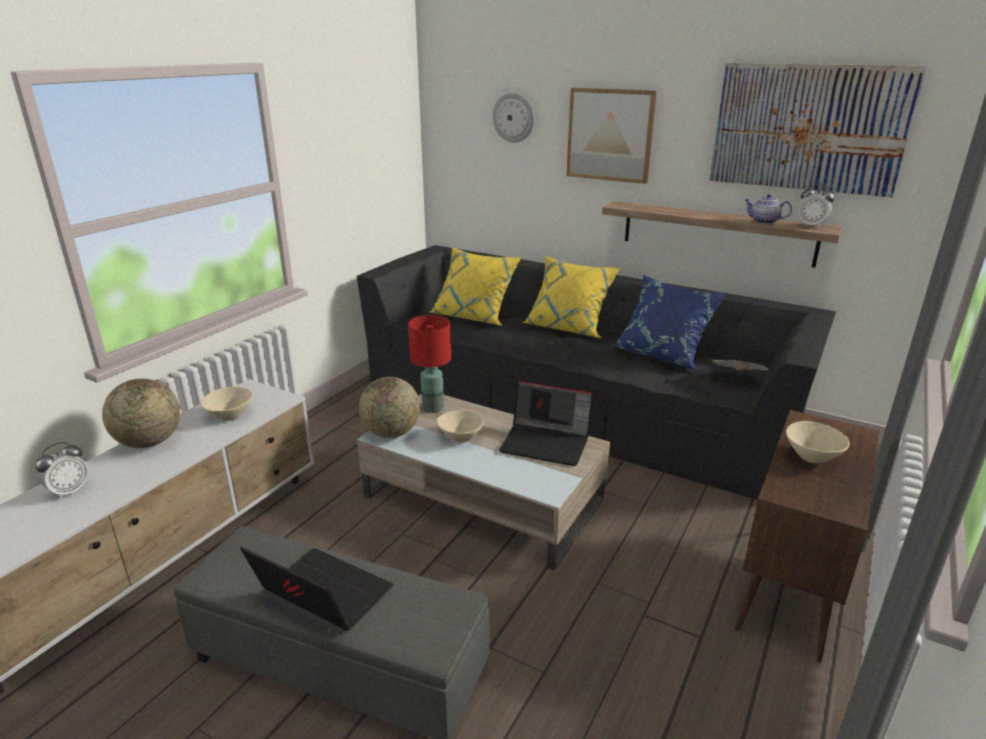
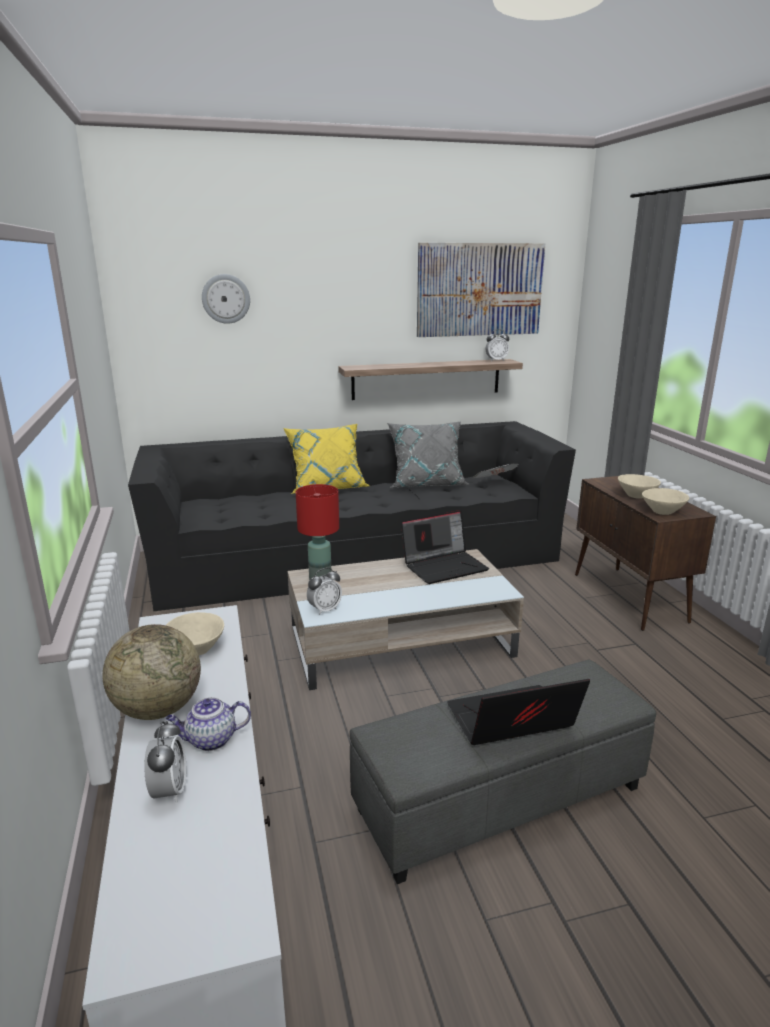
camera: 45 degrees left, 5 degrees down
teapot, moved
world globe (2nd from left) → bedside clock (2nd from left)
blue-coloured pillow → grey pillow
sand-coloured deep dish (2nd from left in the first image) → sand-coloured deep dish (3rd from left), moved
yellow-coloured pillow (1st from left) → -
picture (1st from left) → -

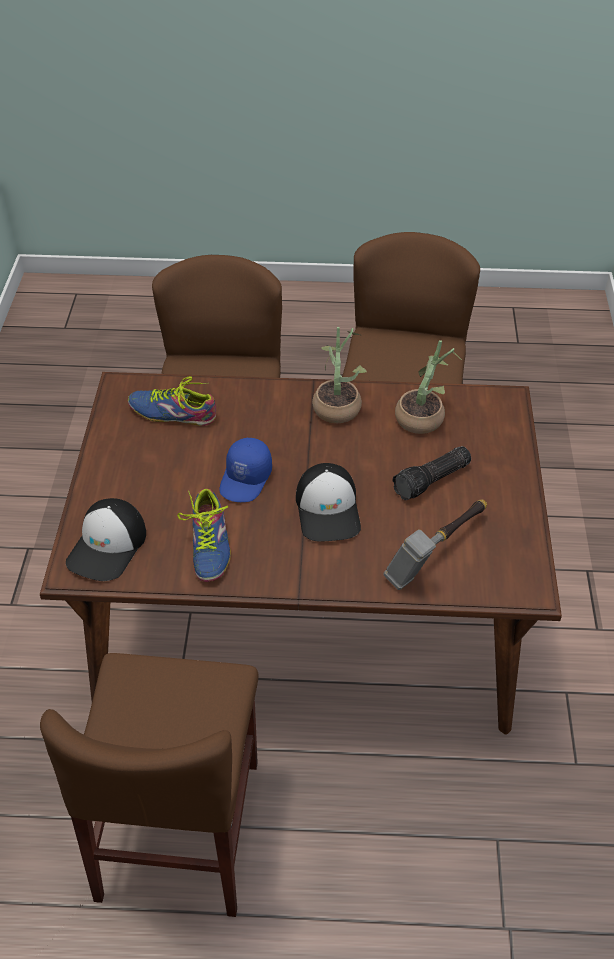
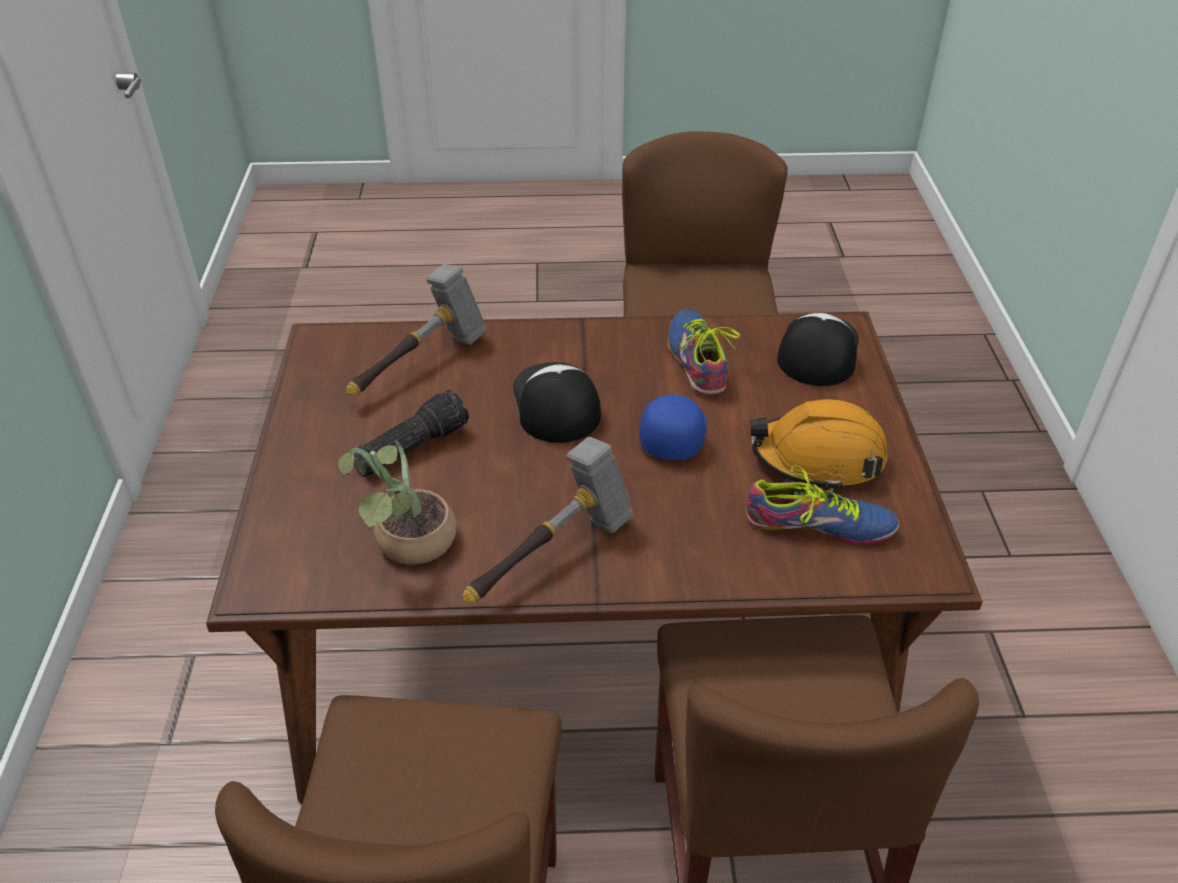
camera: 175 degrees right, 5 degrees down
potted plant (1st from left) → tool hammer (2nd from left)
- → orange hard hat

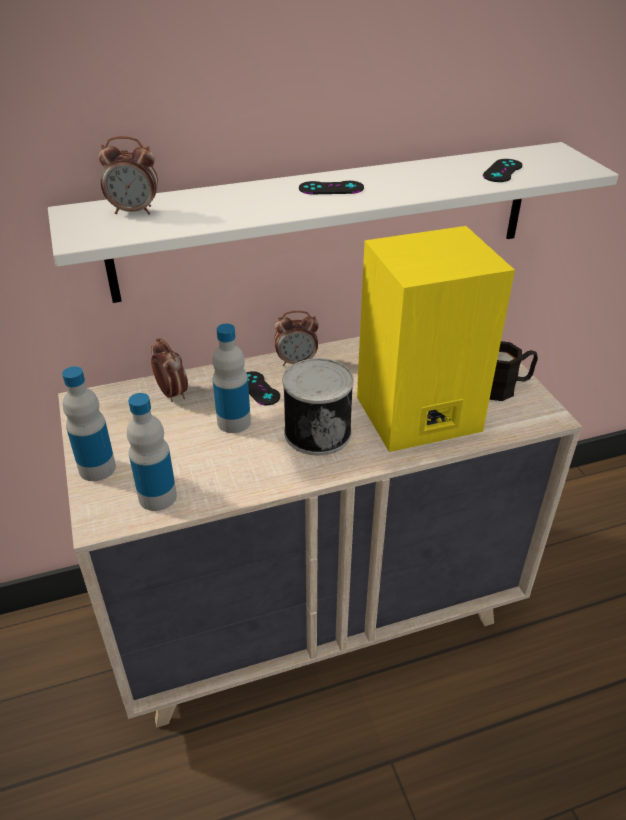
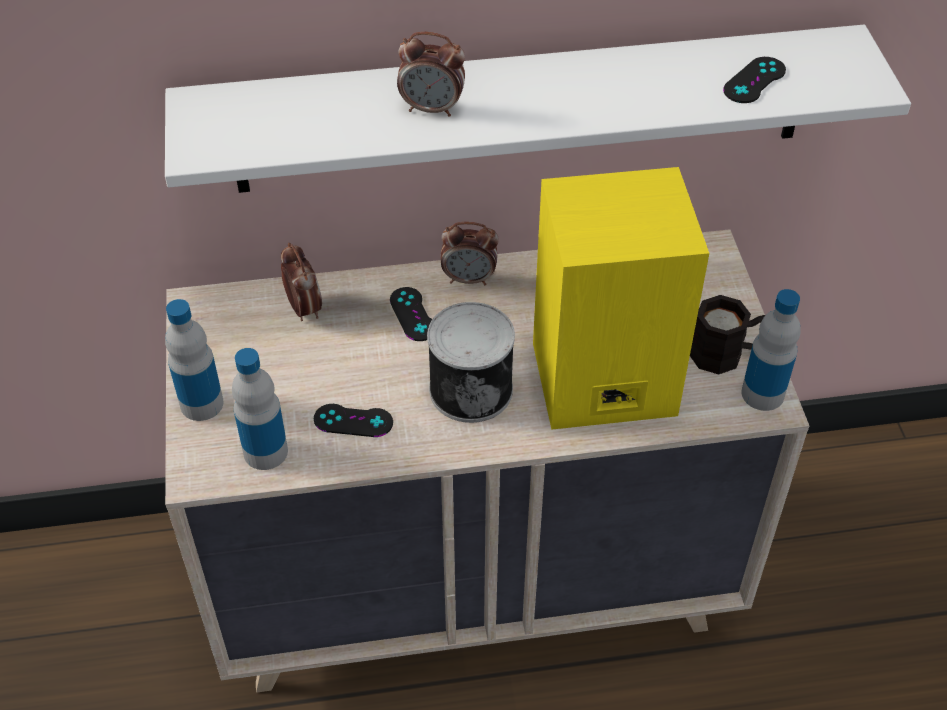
camera: 10 degrees right, 10 degrees up
black gamepad (2nd from left in the first image) → black gamepad (1st from left), moved
bedside clock (1st from left in the first image) → bedside clock (2nd from left), moved
bottle (3rd from left), moved

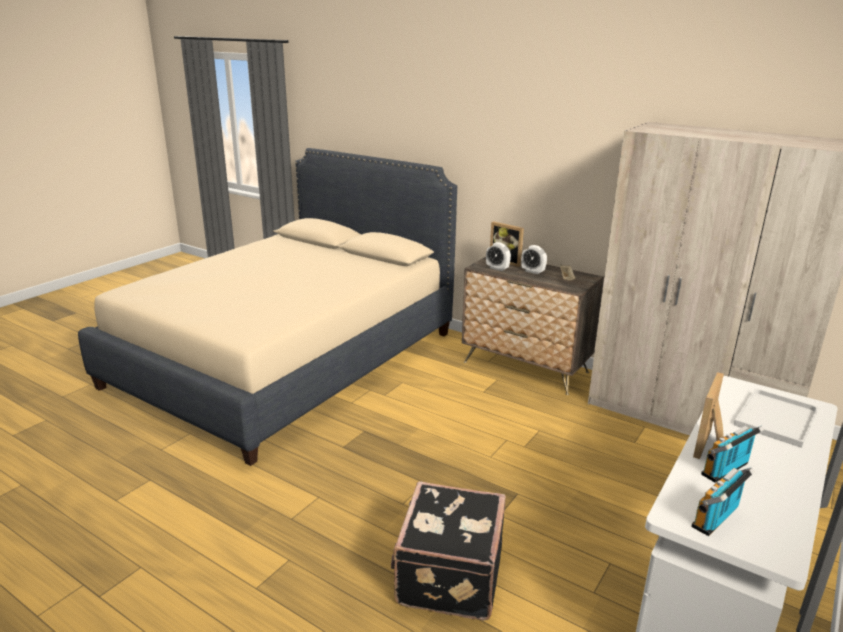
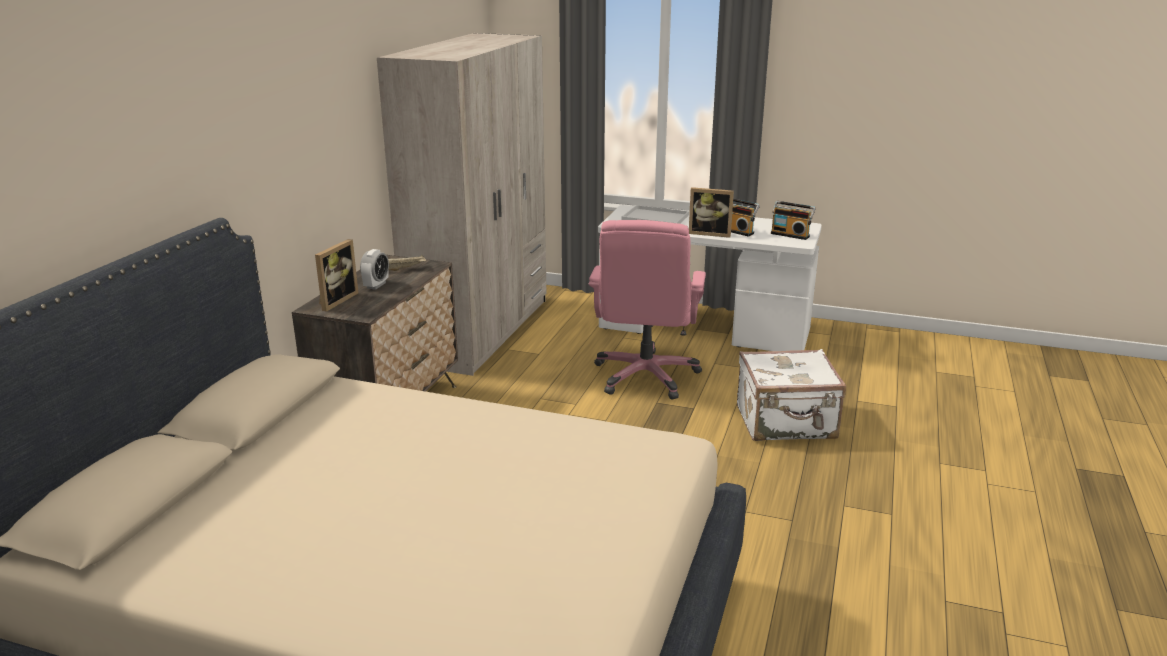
camera: 105 degrees left, 0 degrees up
- → pink-coloured office chair
black travel case → white travel case
bedside clock (1st from left) → -

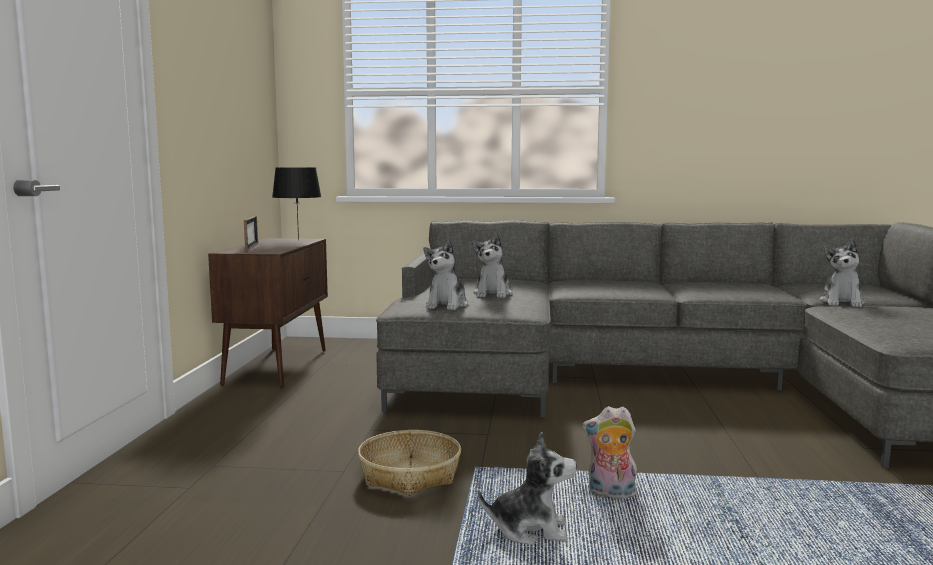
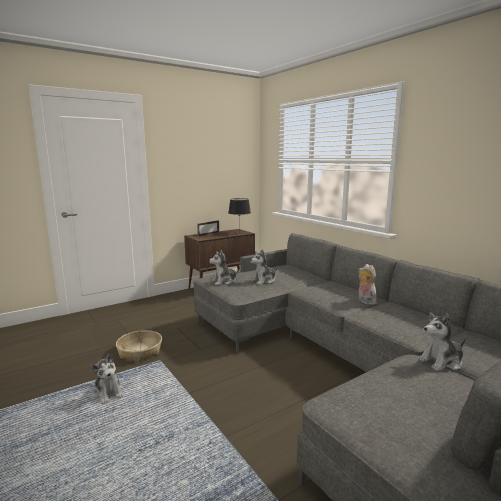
camera: 50 degrees right, 5 degrees up
cuddly toy (4th from left), moved

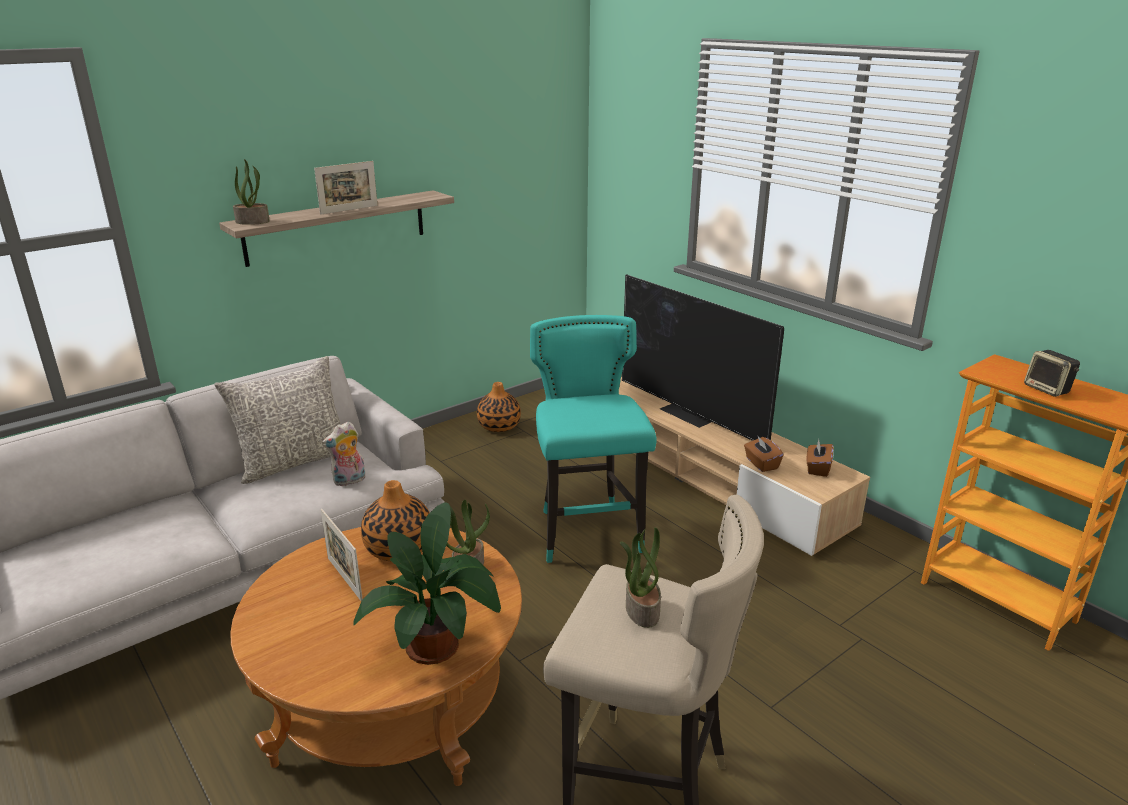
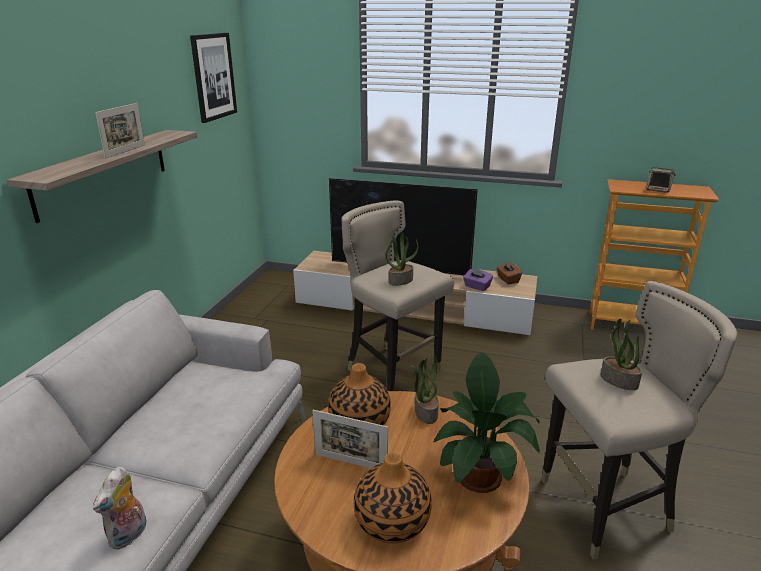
camera: 35 degrees left, 0 degrees up
cuddly toy, moved
- → picture
blue-green sitting stool → sand-coloured sitting stool (1st from left)
vase (2nd from left), moved
potted plant (1st from left), moved
brown tissue box (1st from left) → purplish tissue box
grey pillow → -

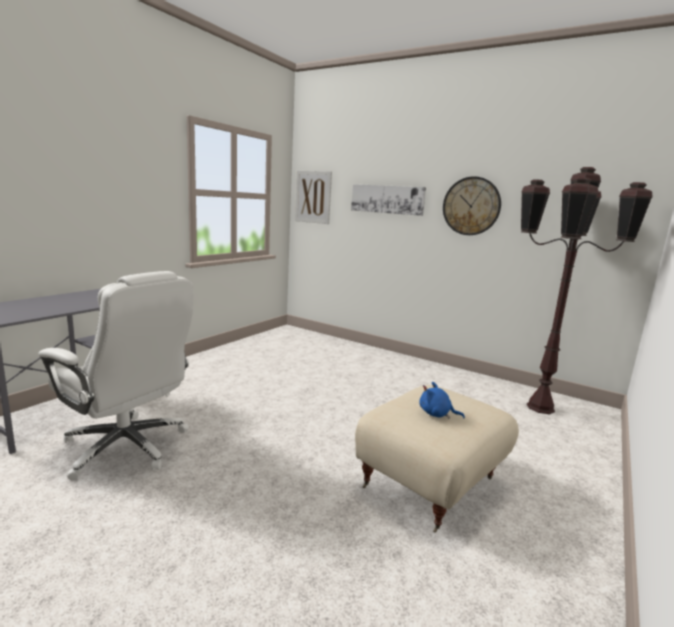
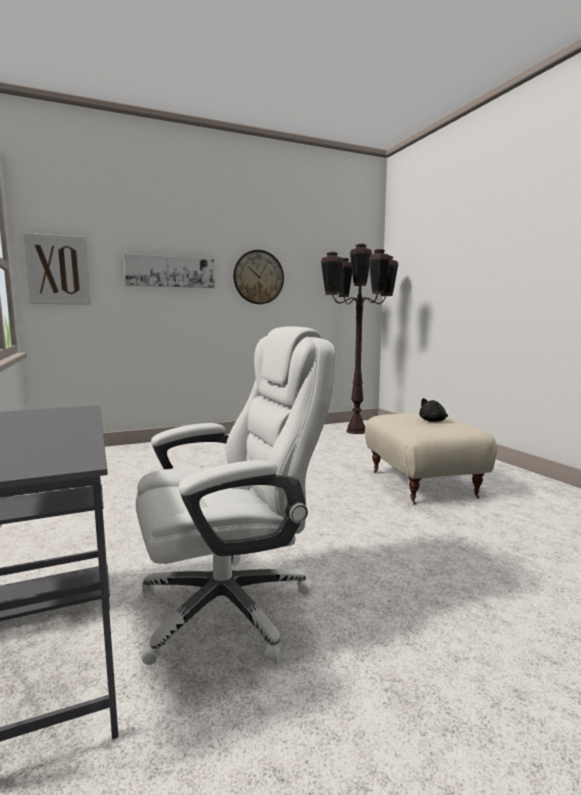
camera: 55 degrees left, 5 degrees down
blue-coloured cuddly toy → black cuddly toy

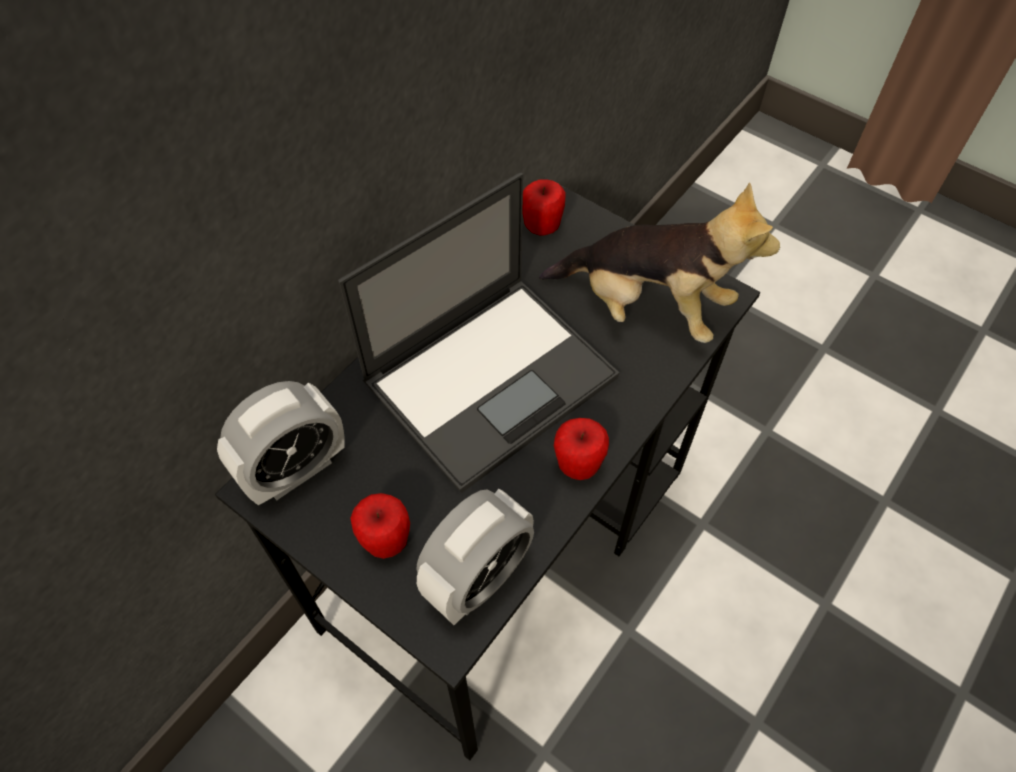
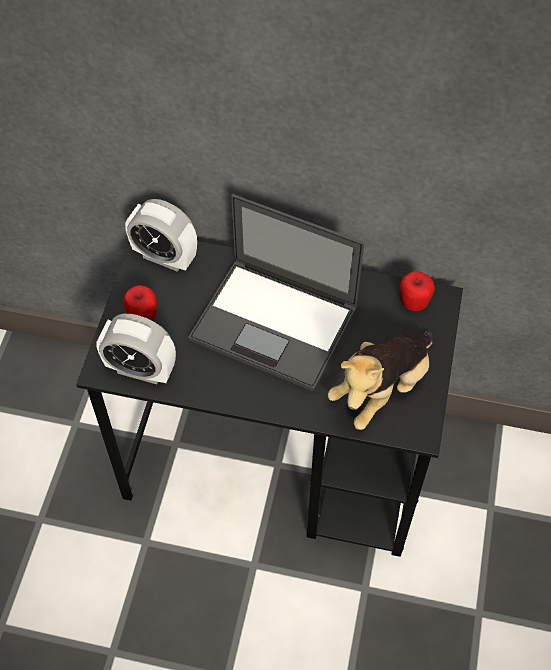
camera: 65 degrees right, 0 degrees up
cuddly toy, 45 degrees clockwise
apple fruit (3rd from left) → -

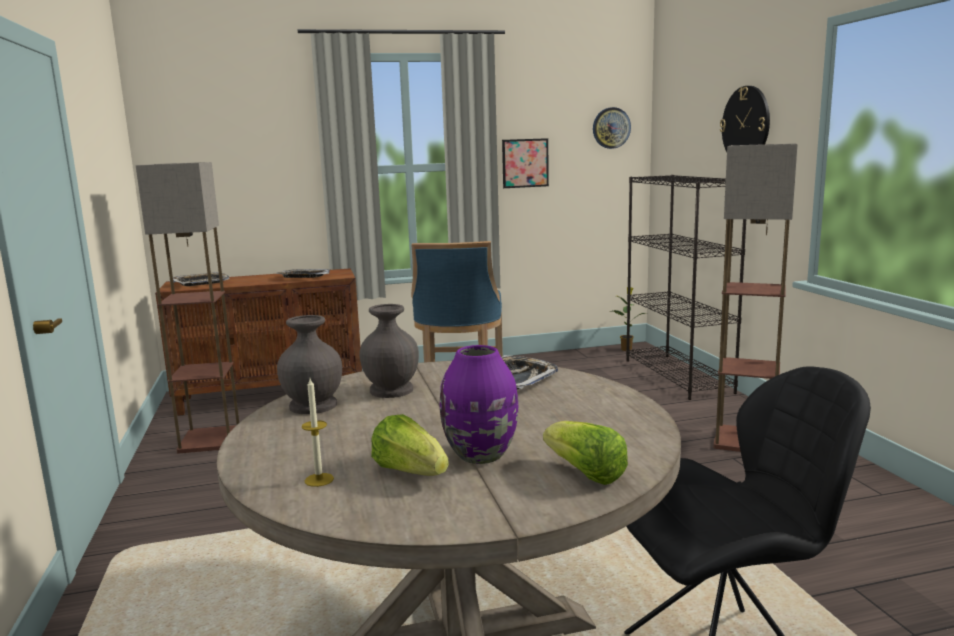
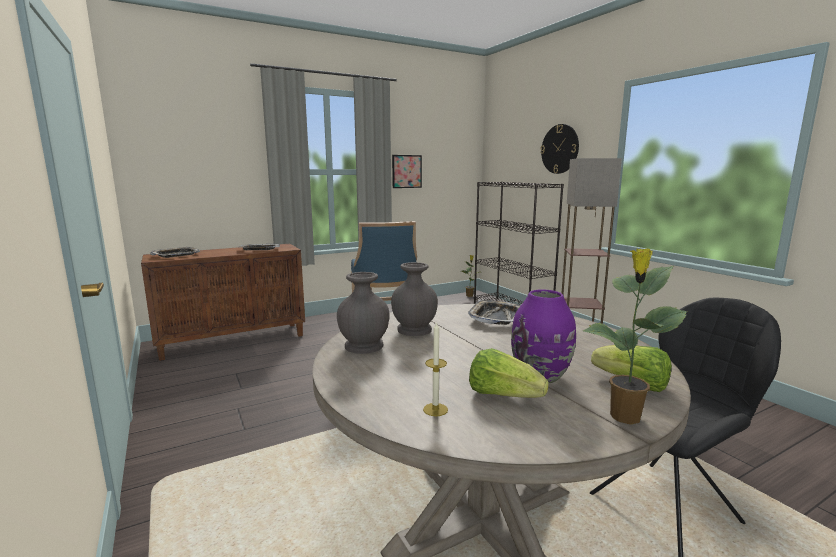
camera: 15 degrees left, 0 degrees up
- → potted plant (2nd from left)
standard lamp (1st from left) → -
wall clock (1st from left) → -

